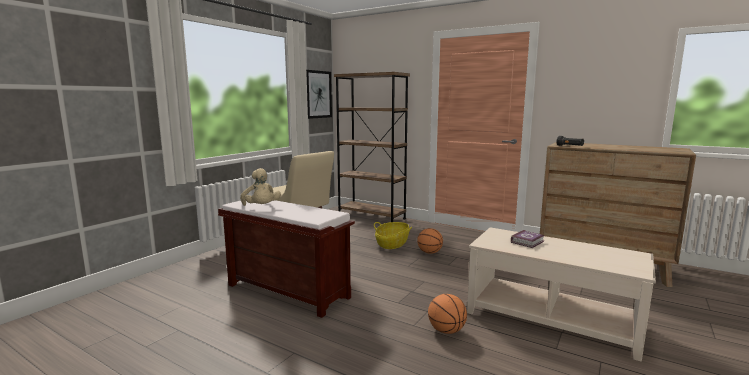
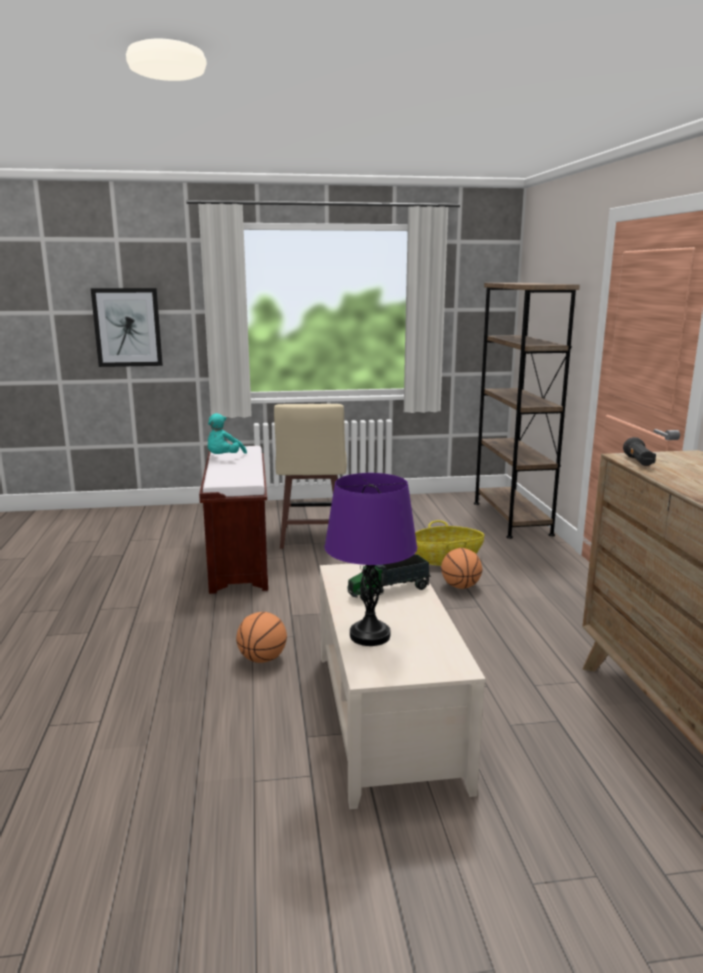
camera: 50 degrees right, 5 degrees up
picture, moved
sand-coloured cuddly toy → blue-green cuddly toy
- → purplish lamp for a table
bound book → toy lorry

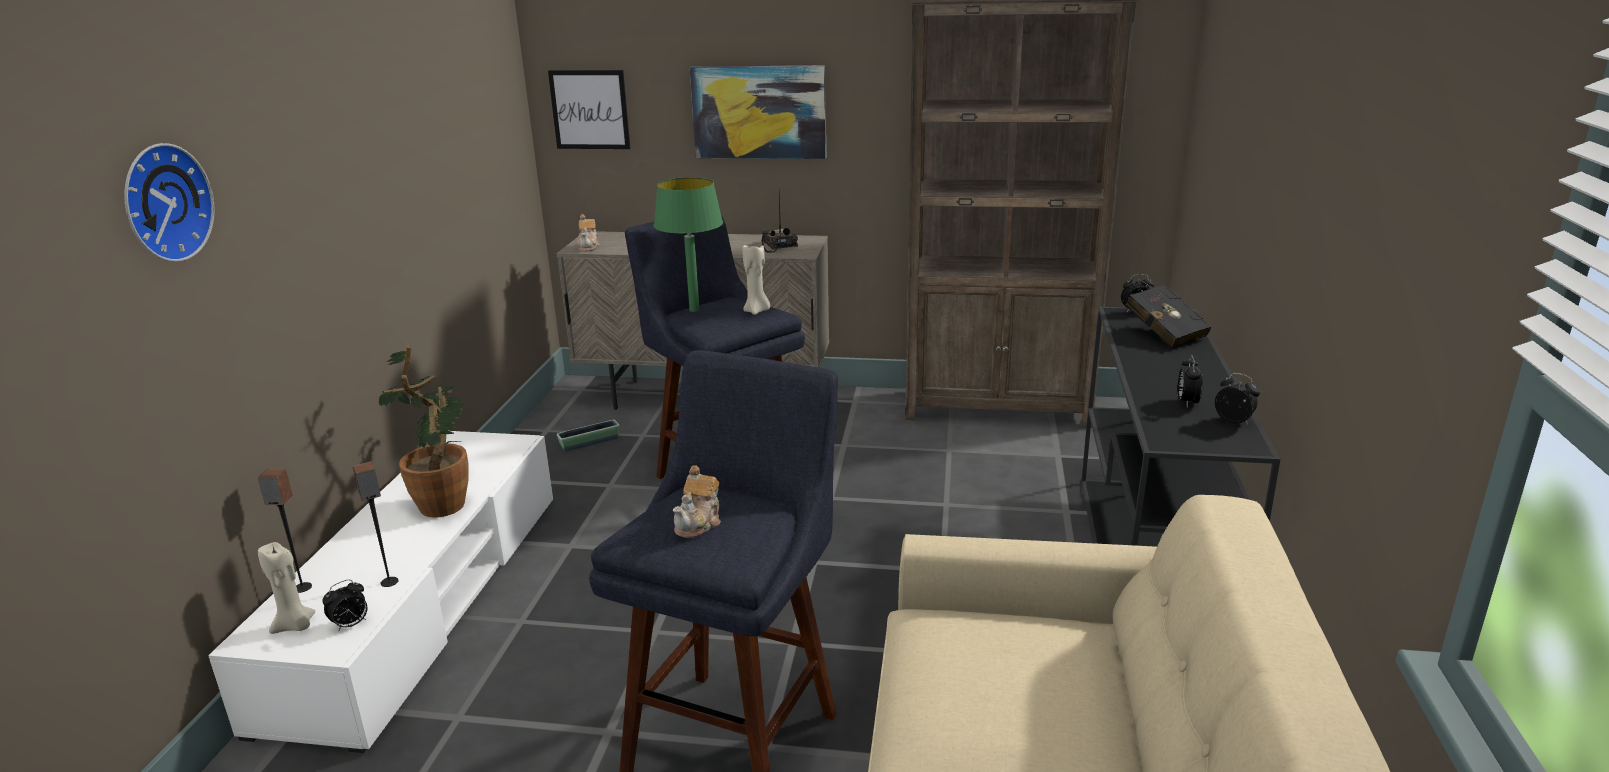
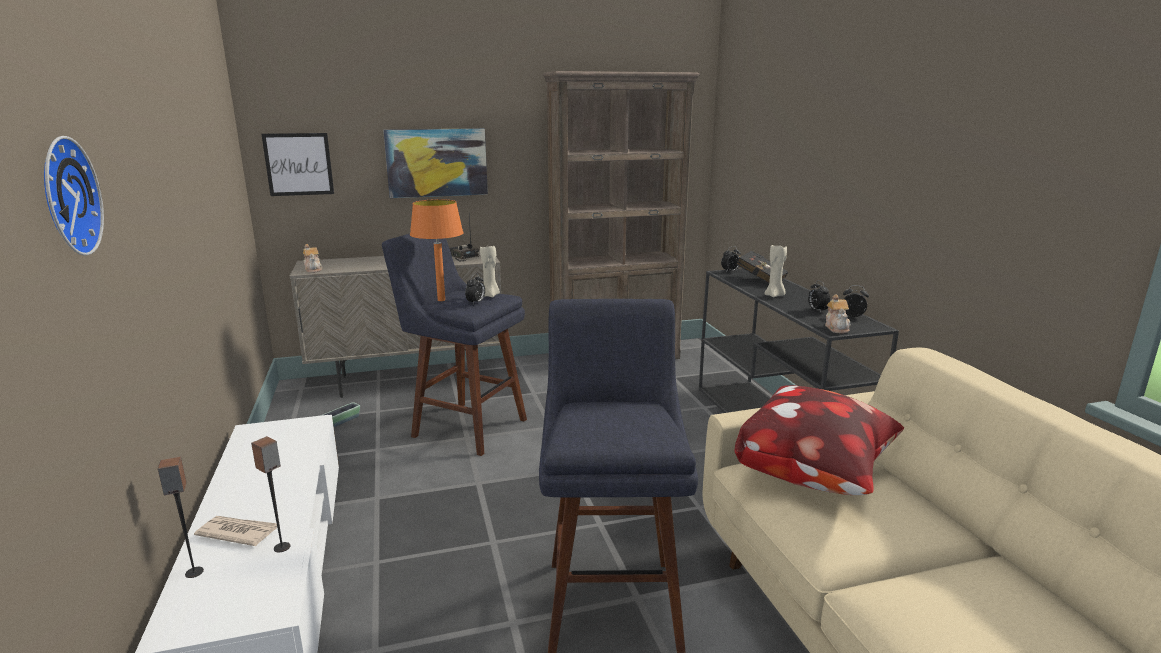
camera: 25 degrees left, 5 degrees down
- → daily paper
greenish lamp for a table → orange lamp for a table
bedside clock (1st from left), moved
- → pillow
sand-coloured wax candle (1st from left in the first image) → sand-coloured wax candle (2nd from left), moved
teapot (2nd from left), moved
potted plant → -

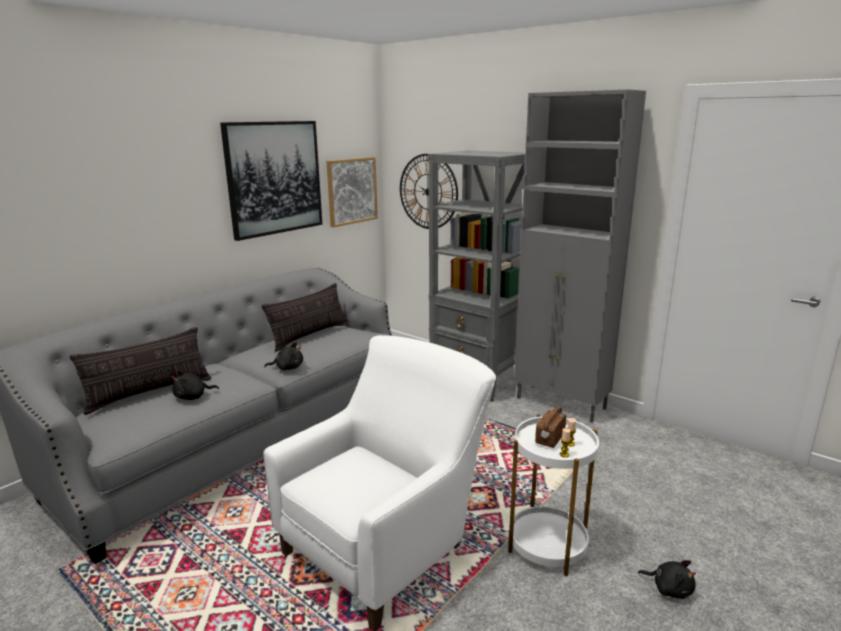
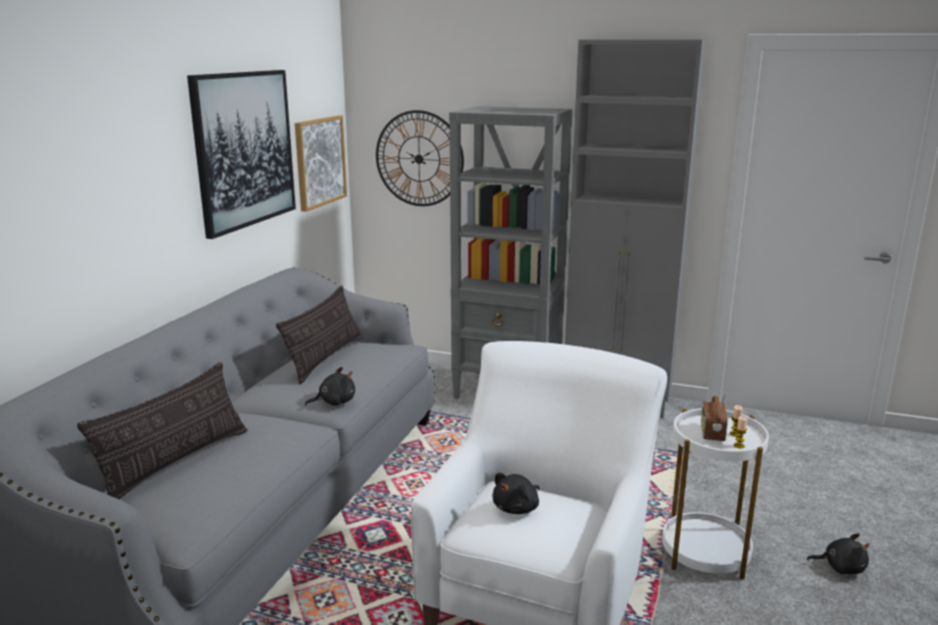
camera: 20 degrees left, 0 degrees up
black cuddly toy (1st from left in the first image) → black cuddly toy (2nd from left), moved

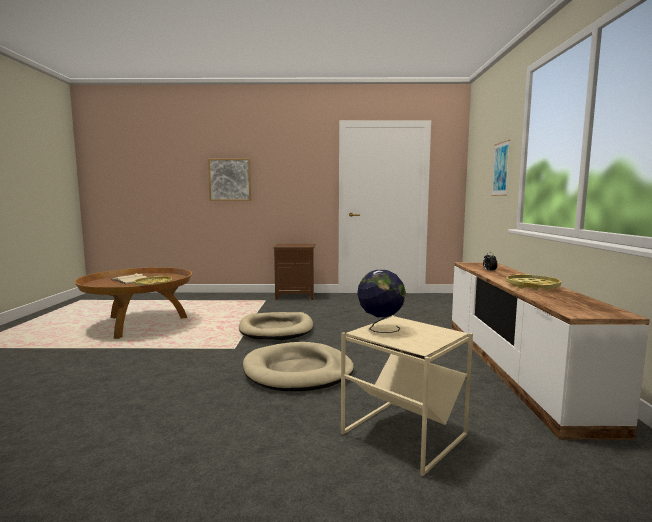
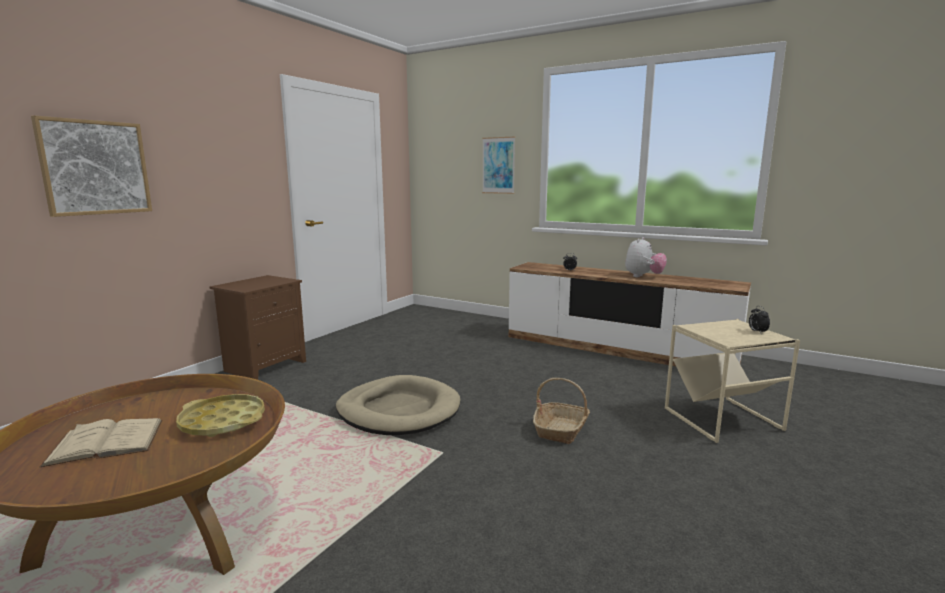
camera: 60 degrees left, 5 degrees up
sand-coloured pet bed (2nd from left) → storage basket
yellow-coloured carrying tray (2nd from left) → cuddly toy
- → bedside clock (2nd from left)
world globe → -

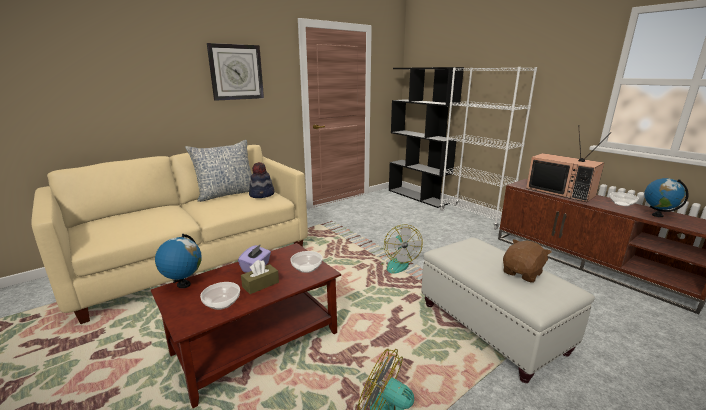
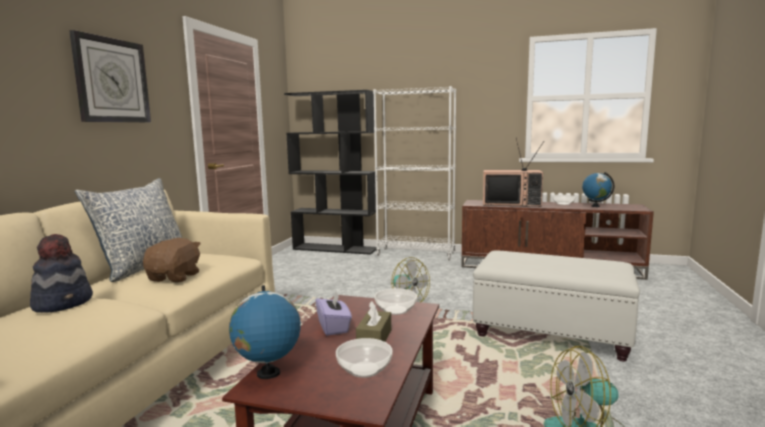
camera: 35 degrees left, 10 degrees down
clothing hat, moved
brown cuddly toy, moved

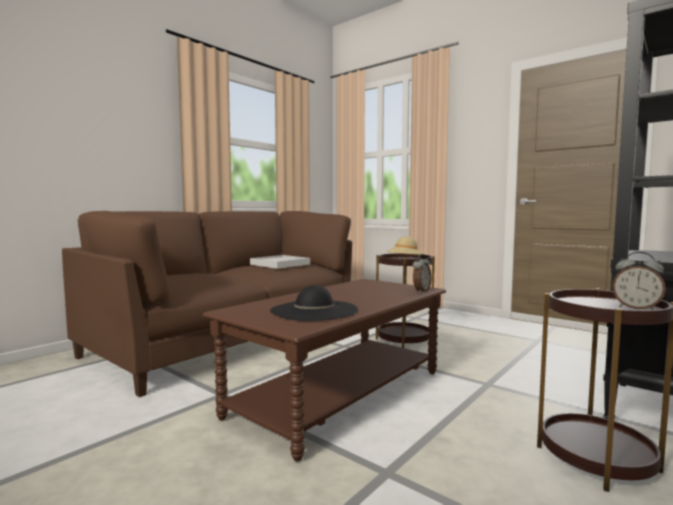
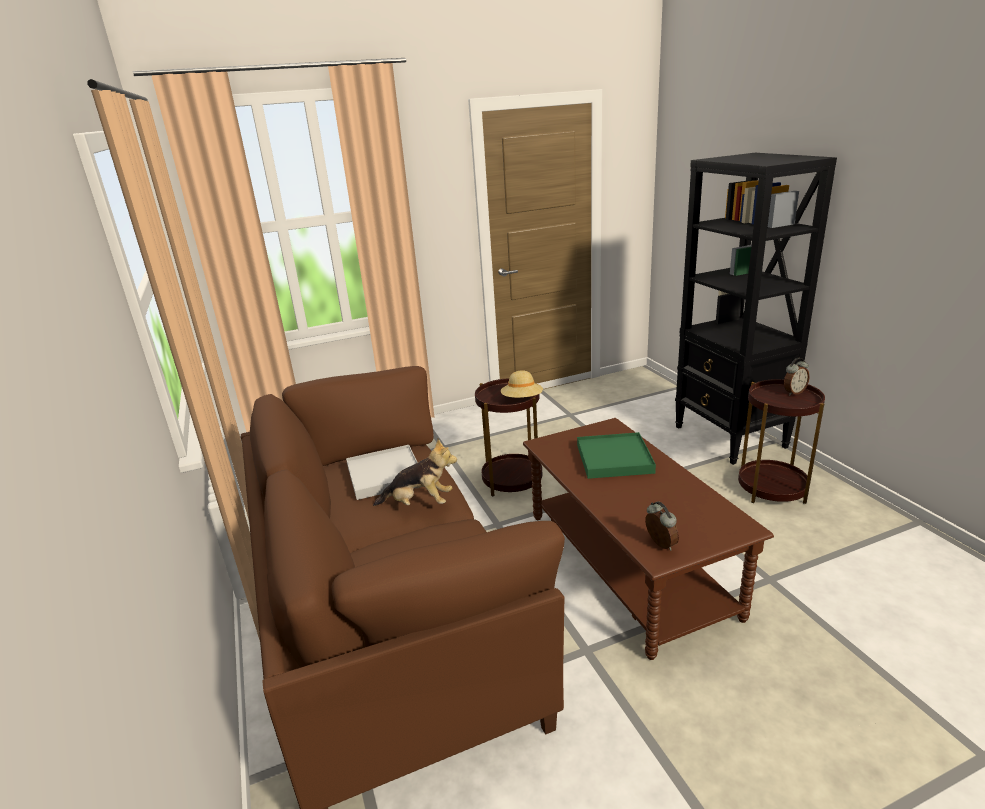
camera: 60 degrees left, 20 degrees up
- → cuddly toy
- → greenish carrying tray
bedside clock (1st from left), moved
black clothing hat → -

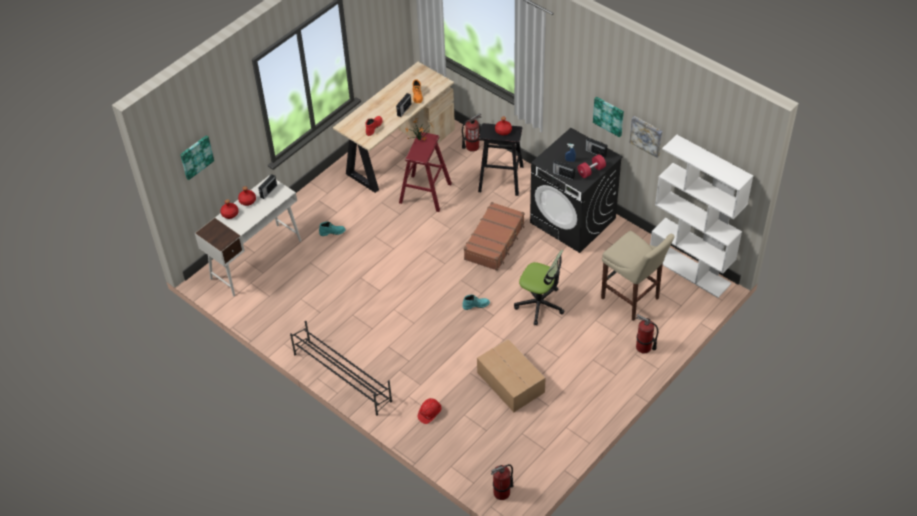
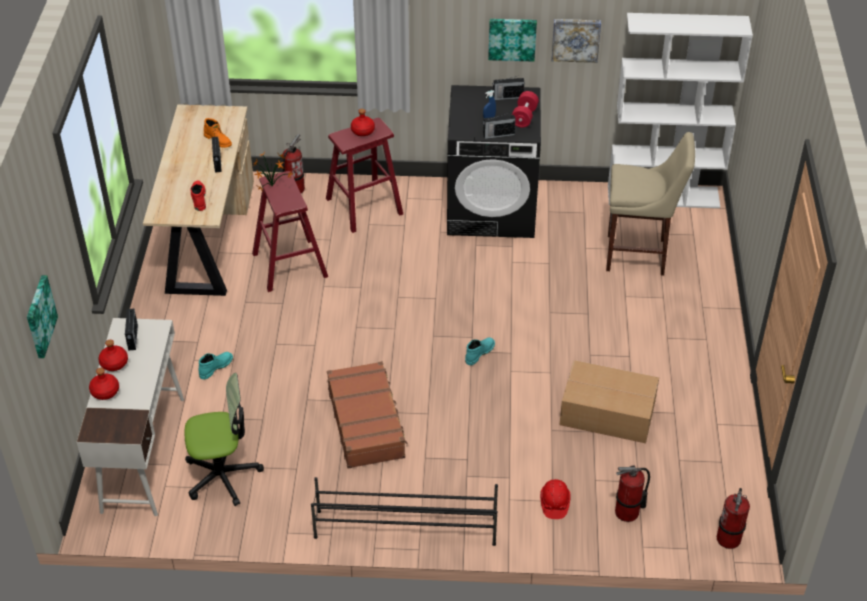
camera: 40 degrees left, 5 degrees down
office chair, moved
black sitting stool → red sitting stool (2nd from left)
brown travel case, moved
fire-fighting cylinder (3rd from left in the first image) → fire-fighting cylinder (2nd from left), moved

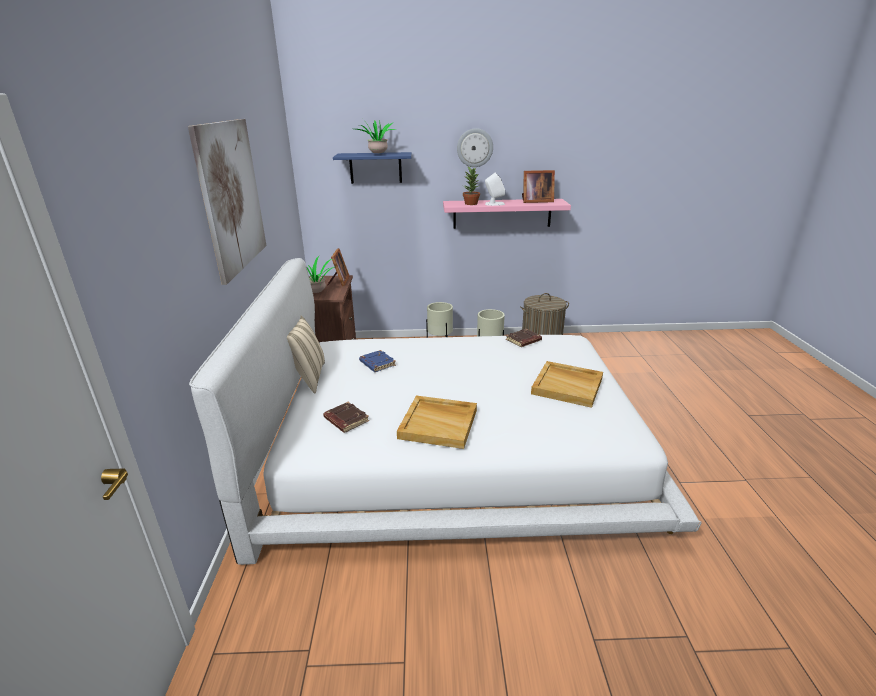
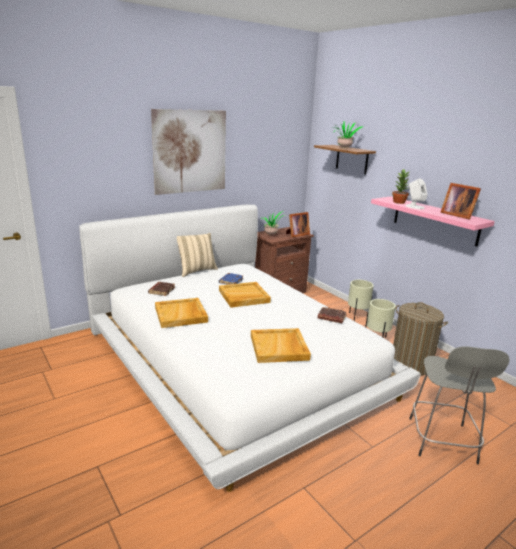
camera: 55 degrees right, 5 degrees down
- → sand-coloured carrying tray (2nd from left)
blue-coloured wall shelf → brown wall shelf
- → grey sitting stool
wall clock → -

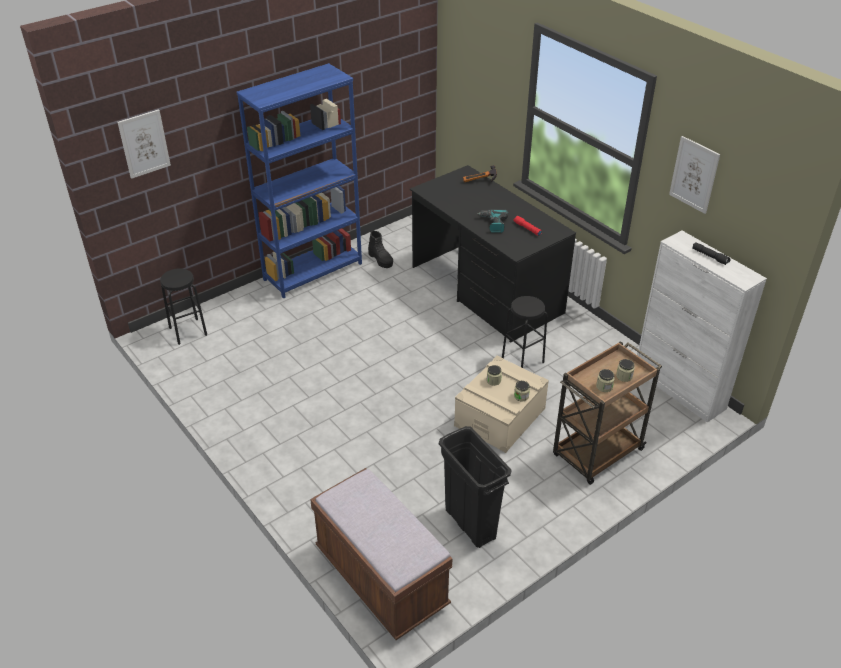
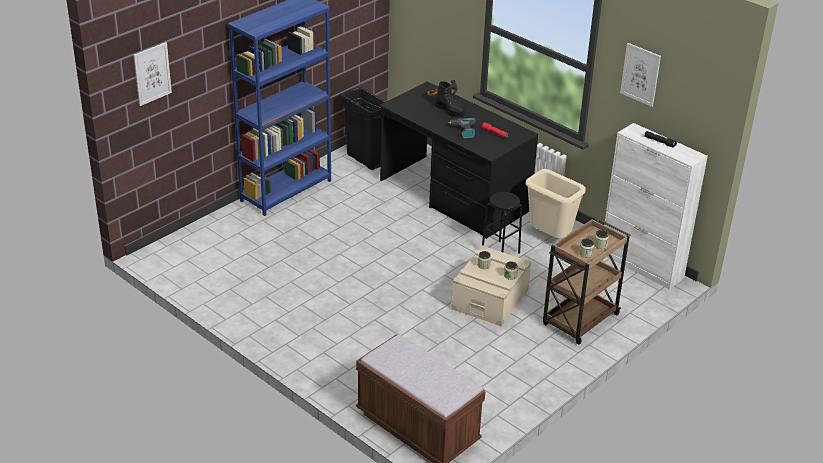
camera: 10 degrees left, 5 degrees down
black rubbish bin, moved
black boot, moved
- → sand-coloured rubbish bin
black sitting stool (1st from left) → -

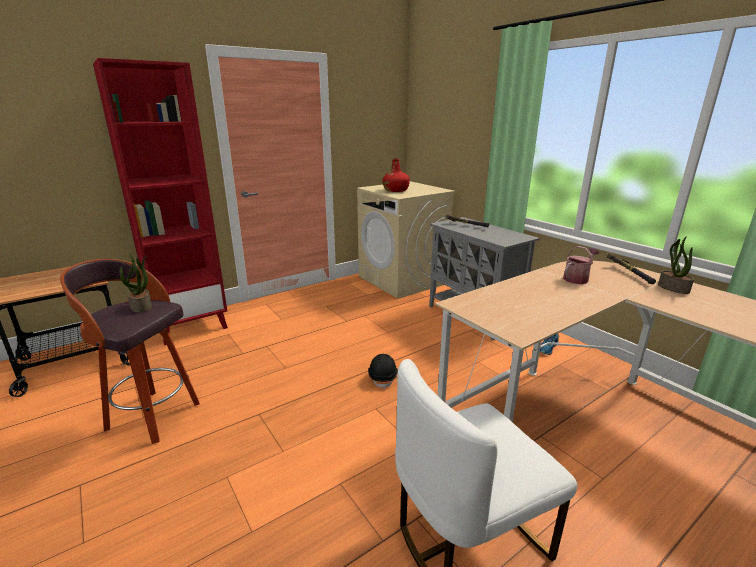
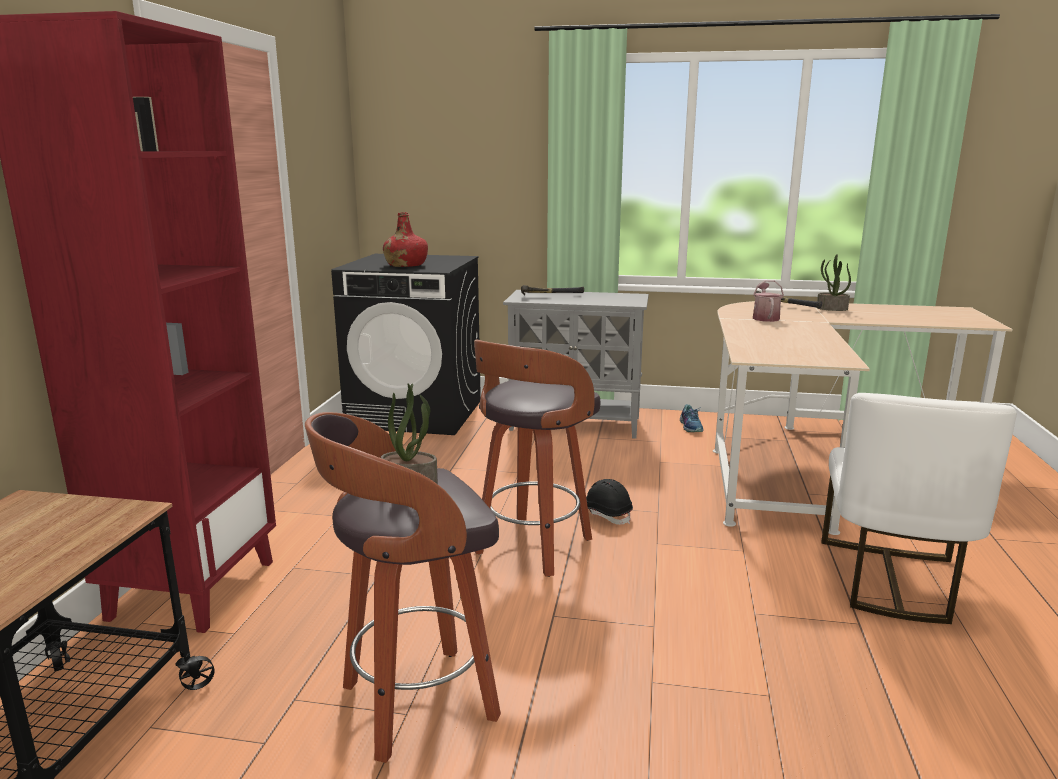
camera: 45 degrees left, 5 degrees down
sand-coloured laundry machine → black laundry machine
- → sitting stool (2nd from left)

